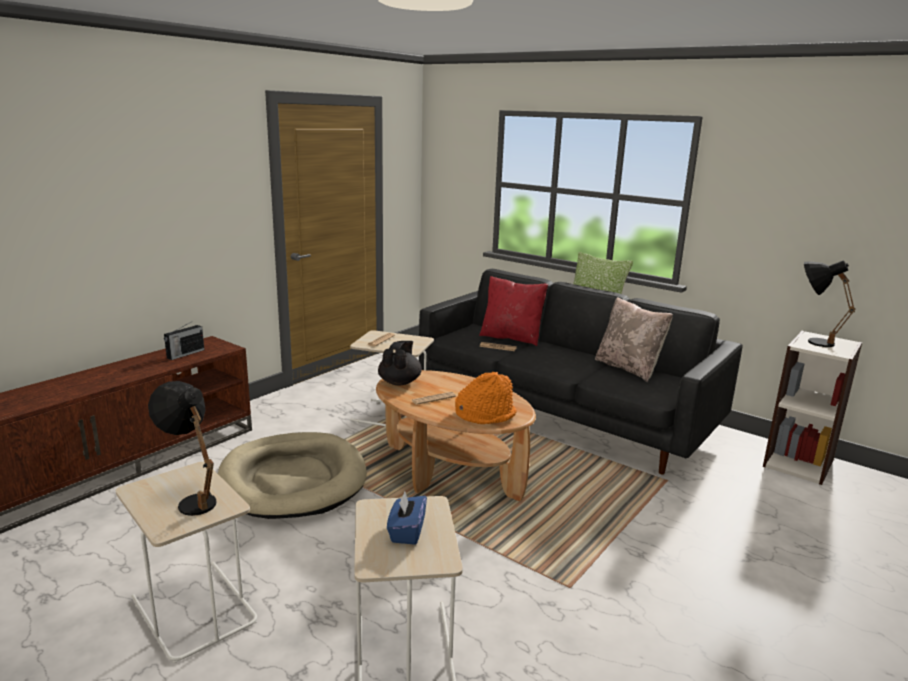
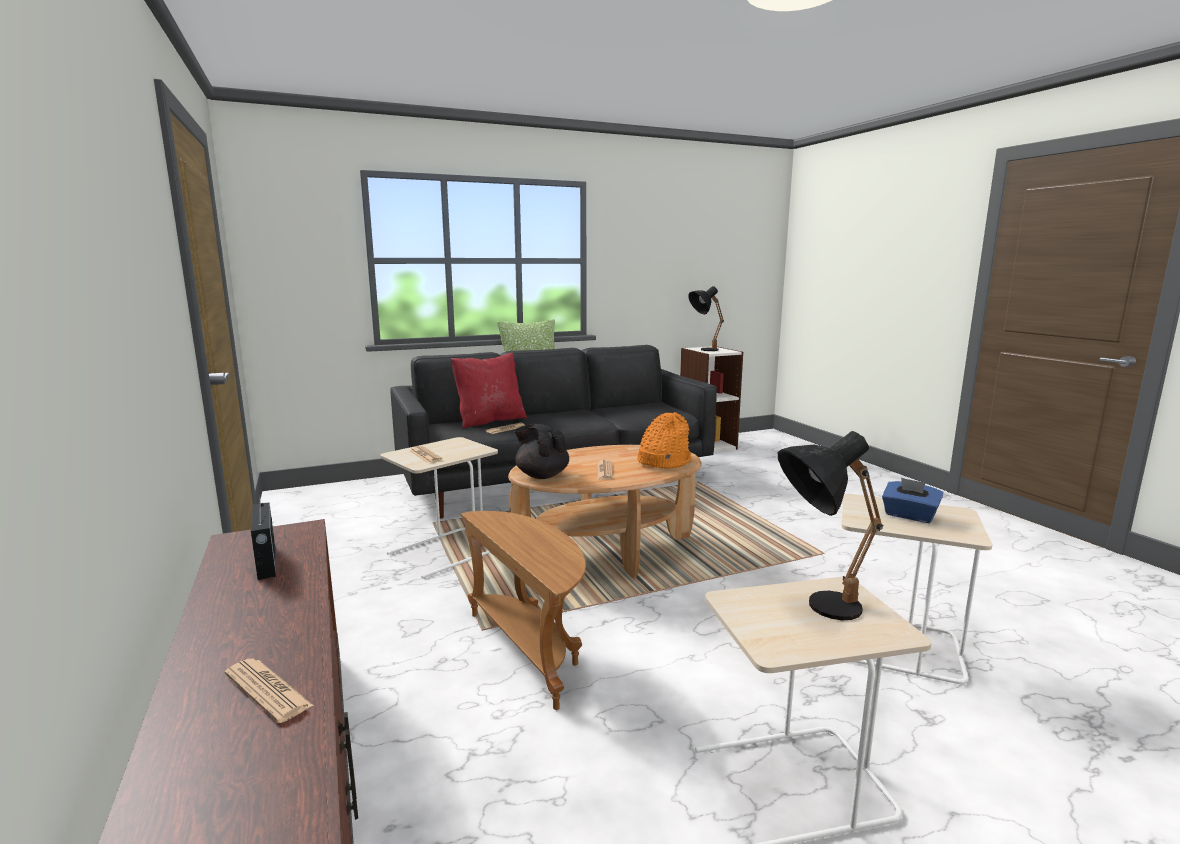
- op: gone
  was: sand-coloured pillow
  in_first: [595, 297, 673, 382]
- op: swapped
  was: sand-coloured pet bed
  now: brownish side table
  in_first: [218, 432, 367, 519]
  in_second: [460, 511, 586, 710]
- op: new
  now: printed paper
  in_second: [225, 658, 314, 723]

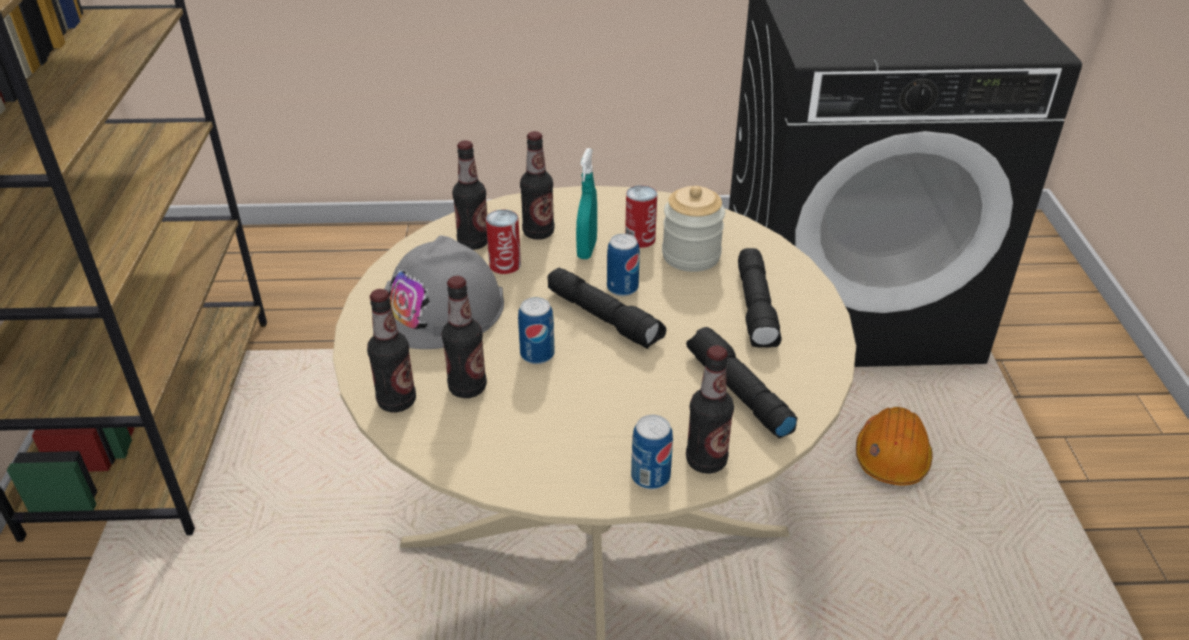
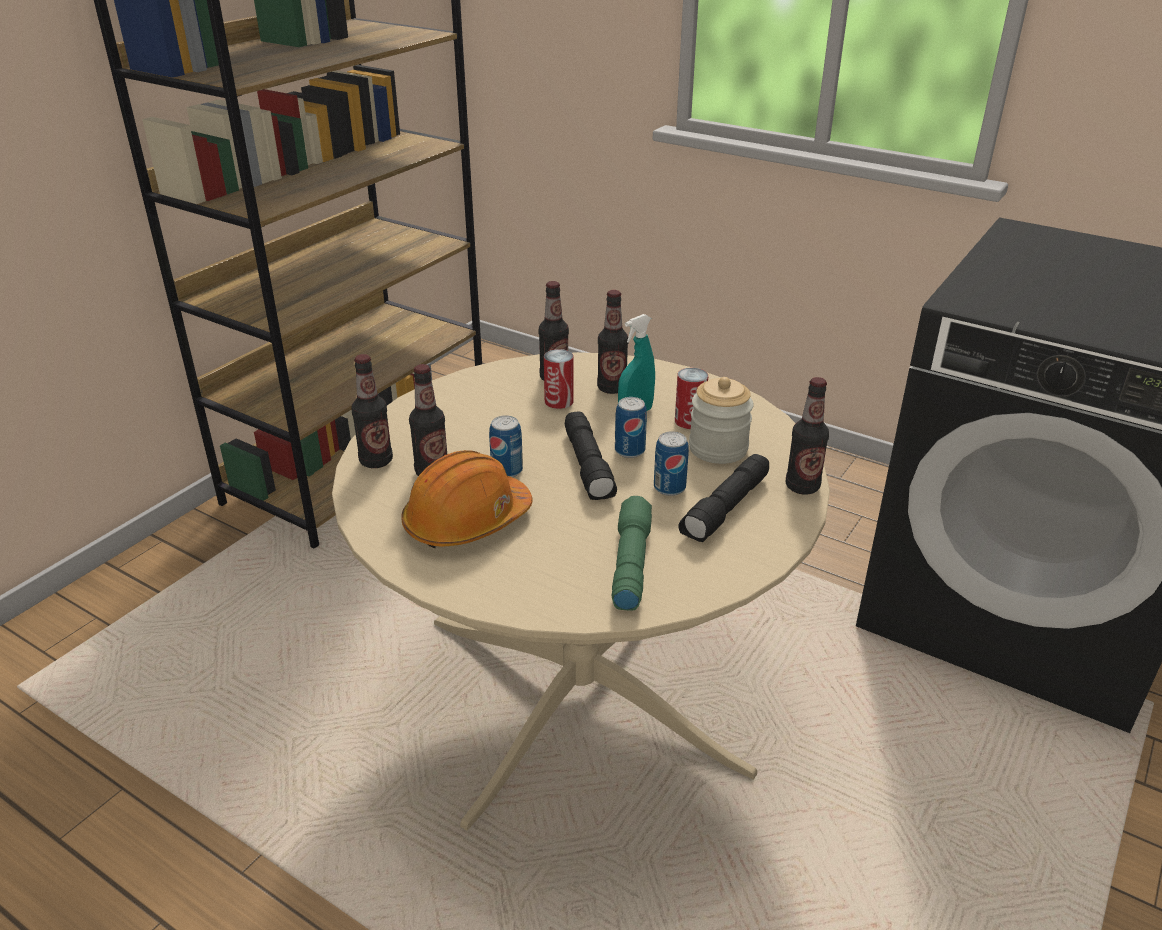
- op: gone
  was: grey work helmet
  in_first: [384, 235, 504, 349]
- op: repainted
  was: black-coloured flashlight
  now: greenish flashlight
  in_first: [686, 327, 798, 438]
  in_second: [612, 496, 652, 611]
- op: shifted
  was: bottle
  in_first: [686, 345, 734, 474]
  in_second: [786, 377, 829, 495]
- op: shifted
  was: orange work helmet
  in_first: [856, 407, 933, 485]
  in_second: [401, 450, 532, 548]
- op: shifted
  was: metal can
  in_first: [631, 415, 673, 489]
  in_second: [654, 431, 689, 496]

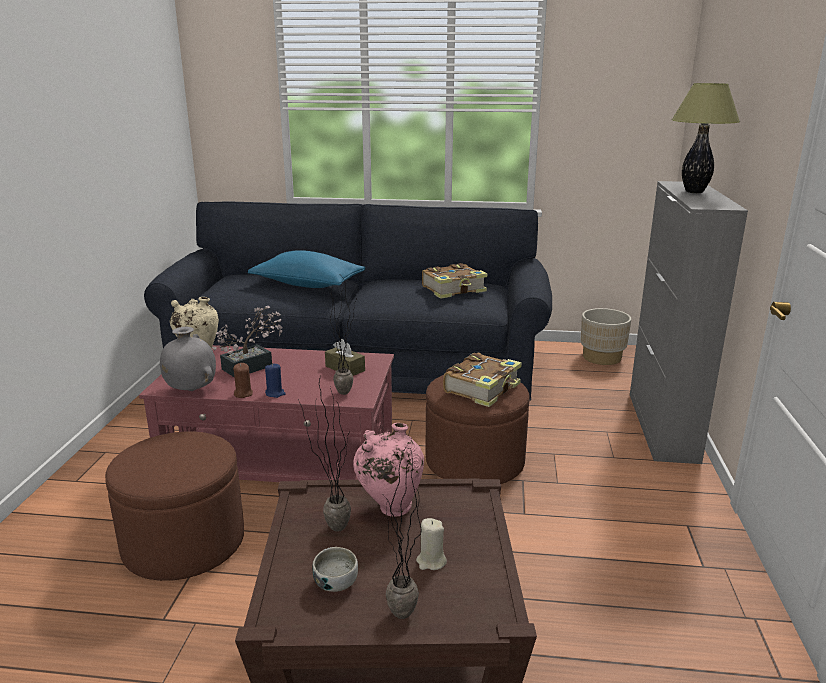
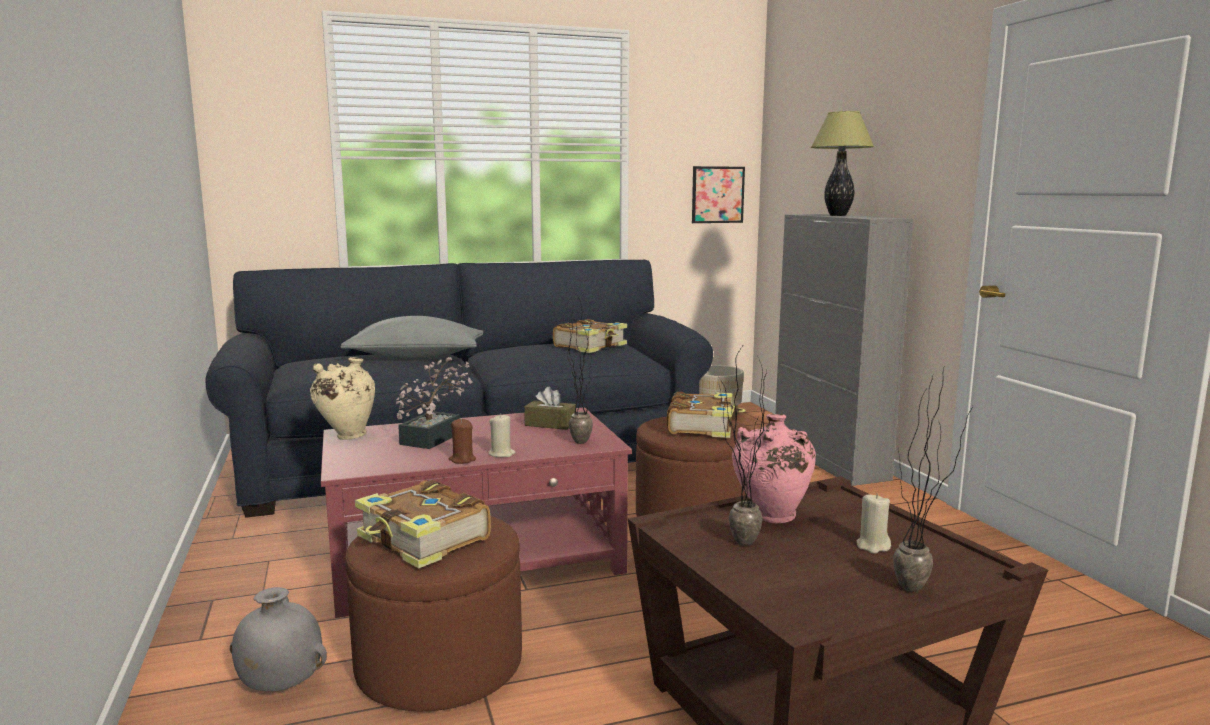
- op: repainted
  was: blue pillow
  now: grey pillow
  in_first: [248, 250, 365, 288]
  in_second: [341, 316, 483, 360]
- op: shifted
  was: grey vase
  in_first: [160, 327, 216, 391]
  in_second: [230, 587, 327, 691]
- op: repainted
  was: blue wax candle
  now: sand-coloured wax candle
  in_first: [265, 363, 286, 398]
  in_second: [488, 413, 516, 457]
- op: gone
  was: deep dish
  in_first: [312, 547, 358, 592]
- op: new
  now: wall art
  in_second: [692, 166, 745, 223]
- op: new
  now: book
  in_second: [355, 480, 491, 569]

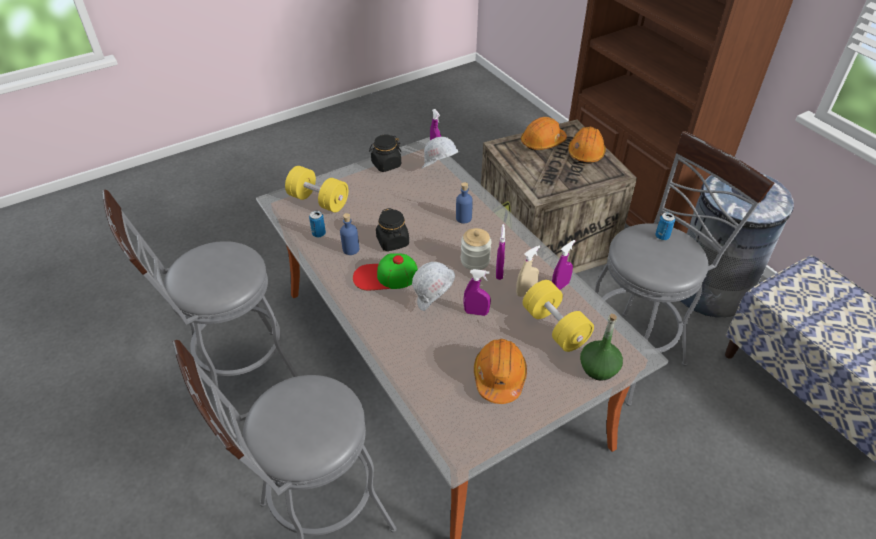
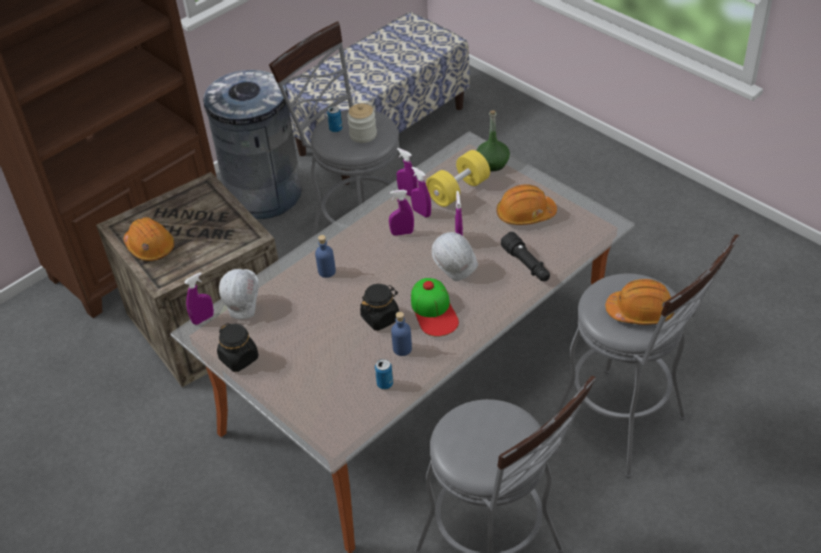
- op: shifted
  was: orange work helmet
  in_first: [568, 127, 606, 164]
  in_second: [605, 279, 674, 325]
- op: gone
  was: yellowish hand weight
  in_first: [285, 166, 348, 213]
- op: shifted
  was: preserve jar
  in_first: [461, 228, 492, 270]
  in_second: [347, 103, 377, 143]
- op: repainted
  was: sand-coloured spray bottle
  now: purple-coloured spray bottle
  in_first: [516, 246, 540, 297]
  in_second: [411, 167, 431, 217]
- op: new
  now: black-coloured flashlight
  in_second: [501, 232, 550, 281]

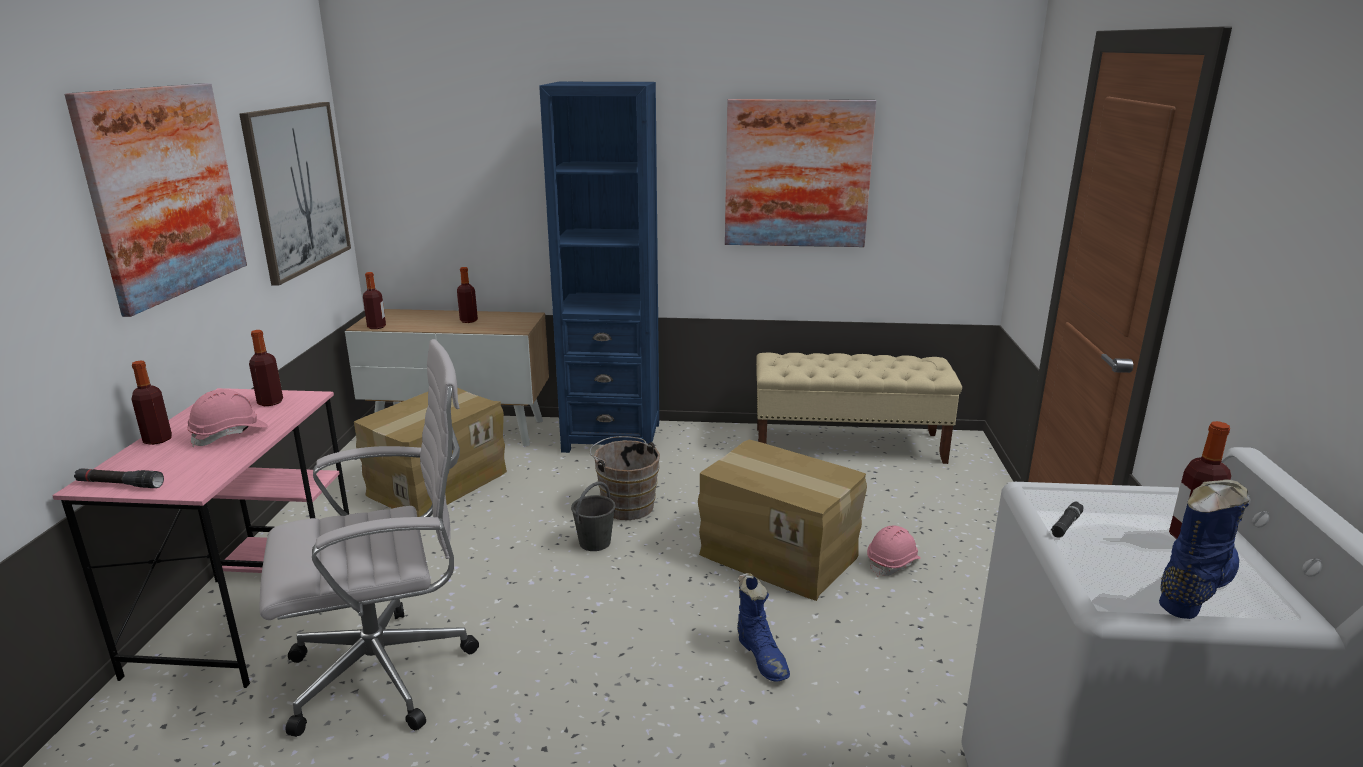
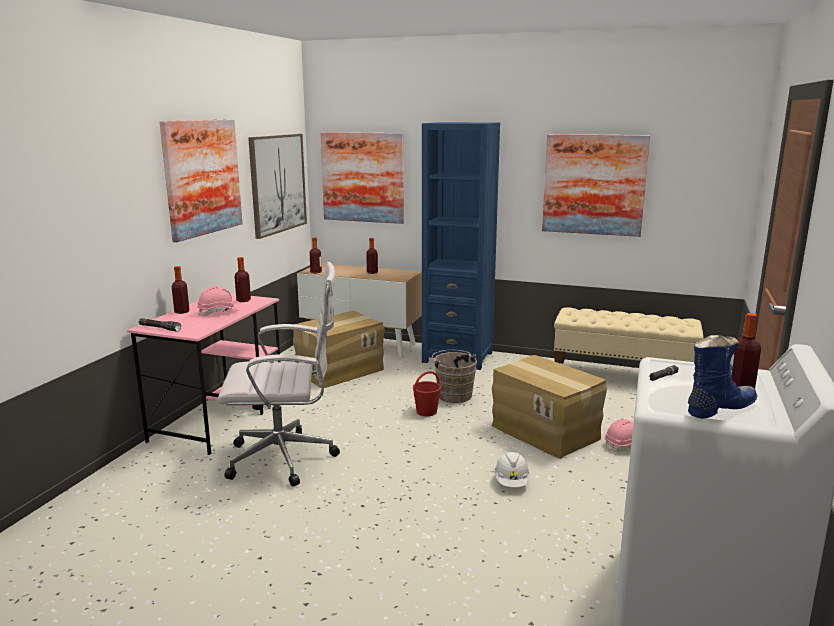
- op: repainted
  was: grey water bucket
  now: red water bucket
  in_first: [571, 482, 616, 551]
  in_second: [413, 371, 441, 416]
- op: swapped
  was: blue tall boot
  now: white work helmet
  in_first: [737, 573, 790, 681]
  in_second: [494, 452, 530, 487]
- op: new
  now: wall art
  in_second: [320, 132, 404, 224]

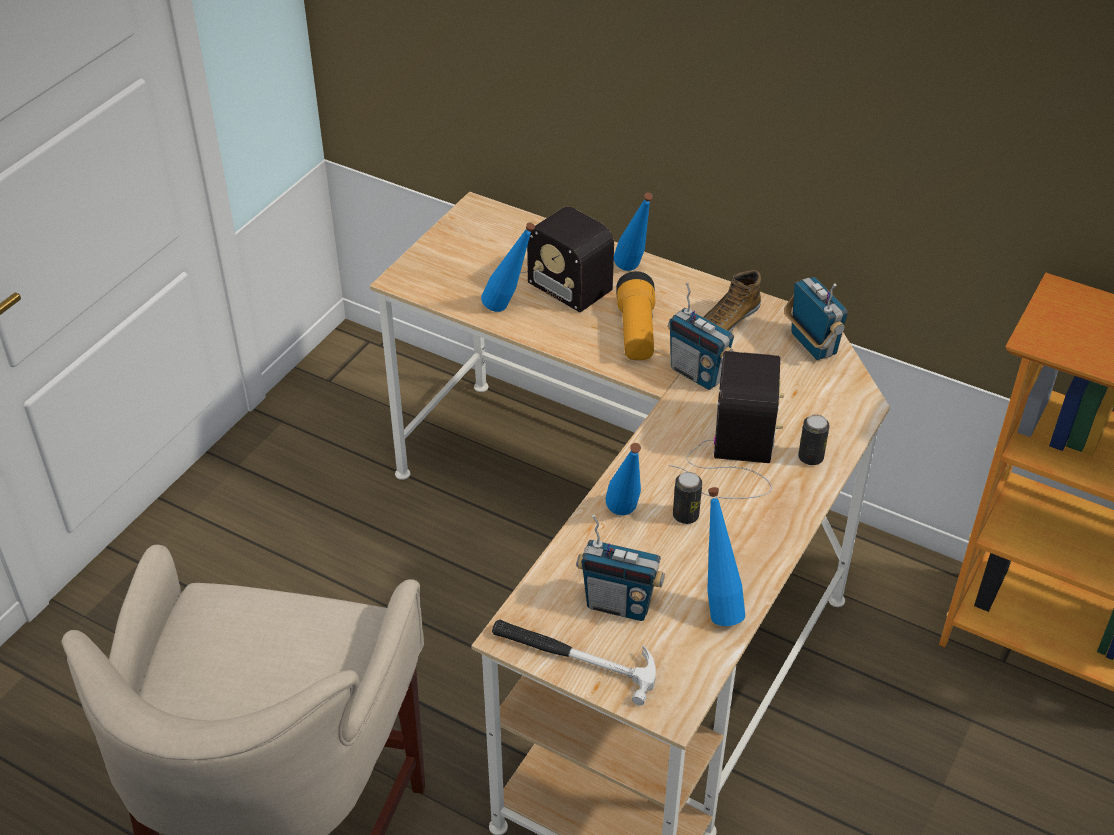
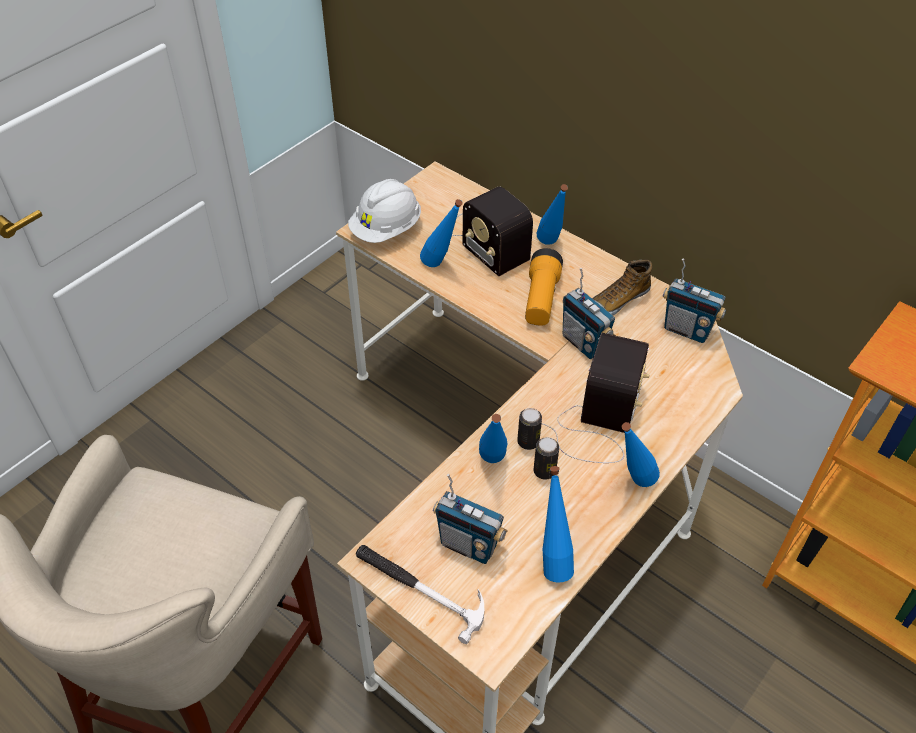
- op: rotated
  was: radio receiver
  in_first: [784, 277, 848, 360]
  in_second: [663, 259, 726, 343]
  clockwise: 135
- op: shifted
  was: metal can
  in_first: [798, 415, 830, 465]
  in_second: [517, 408, 542, 450]
- op: new
  now: white work helmet
  in_second: [348, 179, 421, 243]
- op: new
  now: blue bottle
  in_second: [622, 422, 660, 487]

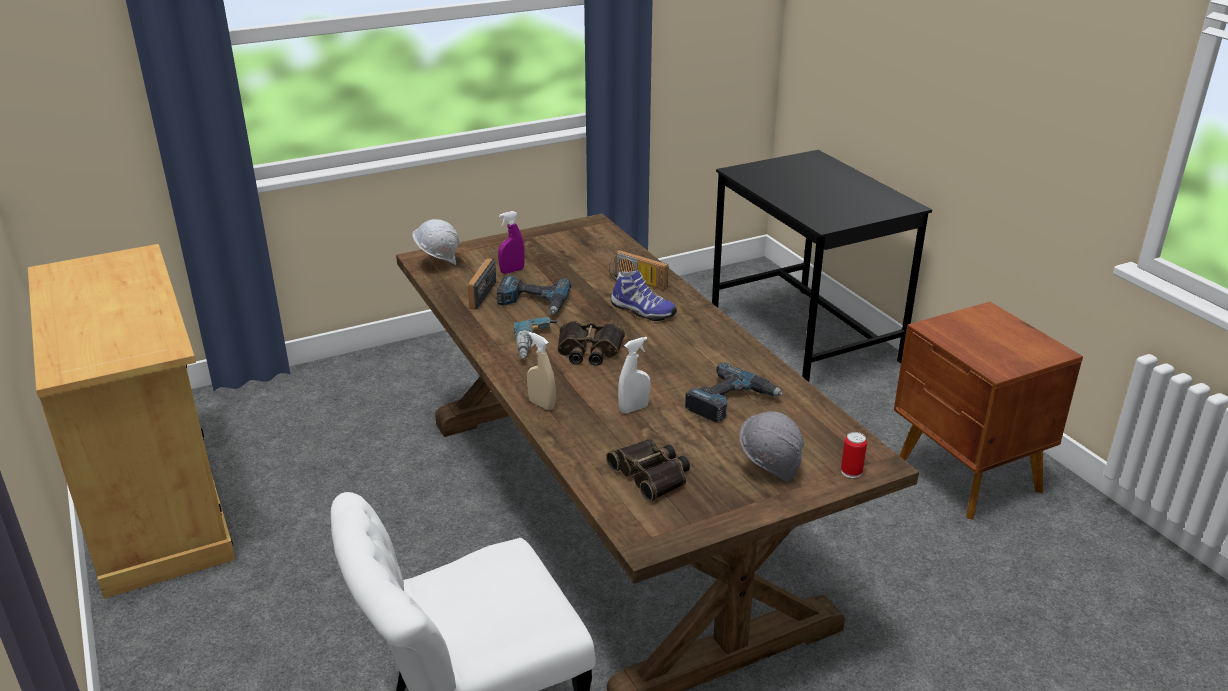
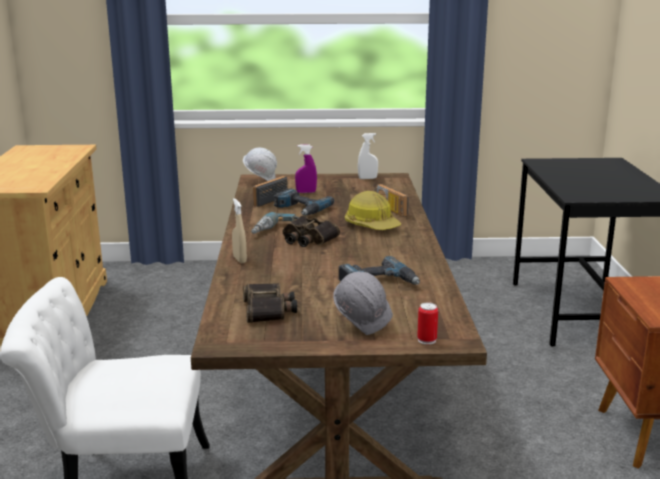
- op: swapped
  was: low shoe
  now: work helmet
  in_first: [611, 270, 677, 321]
  in_second: [345, 191, 401, 230]
- op: shifted
  was: white spray bottle
  in_first: [618, 337, 650, 413]
  in_second: [358, 133, 378, 179]

